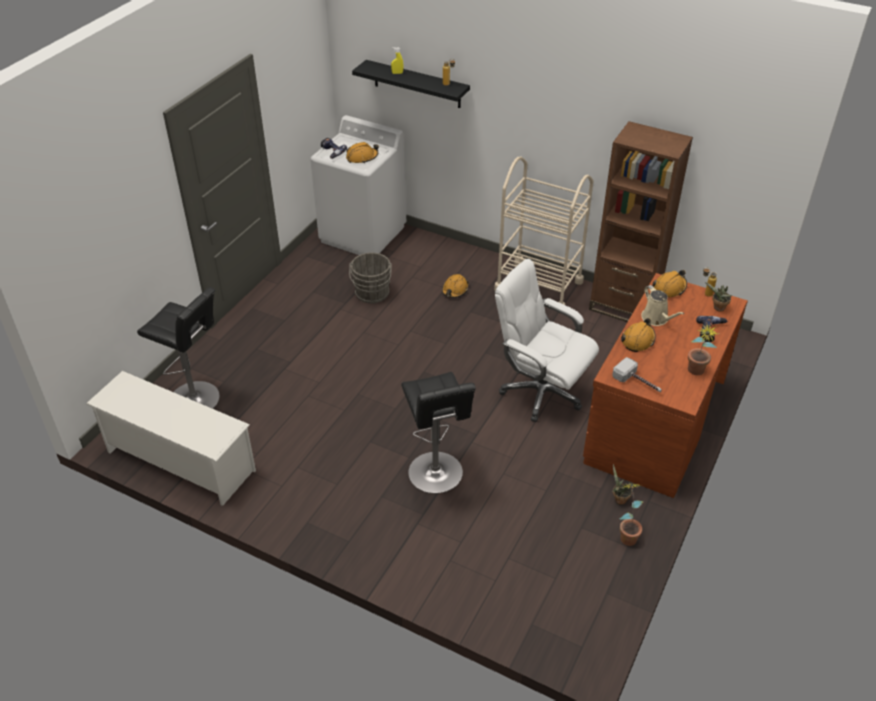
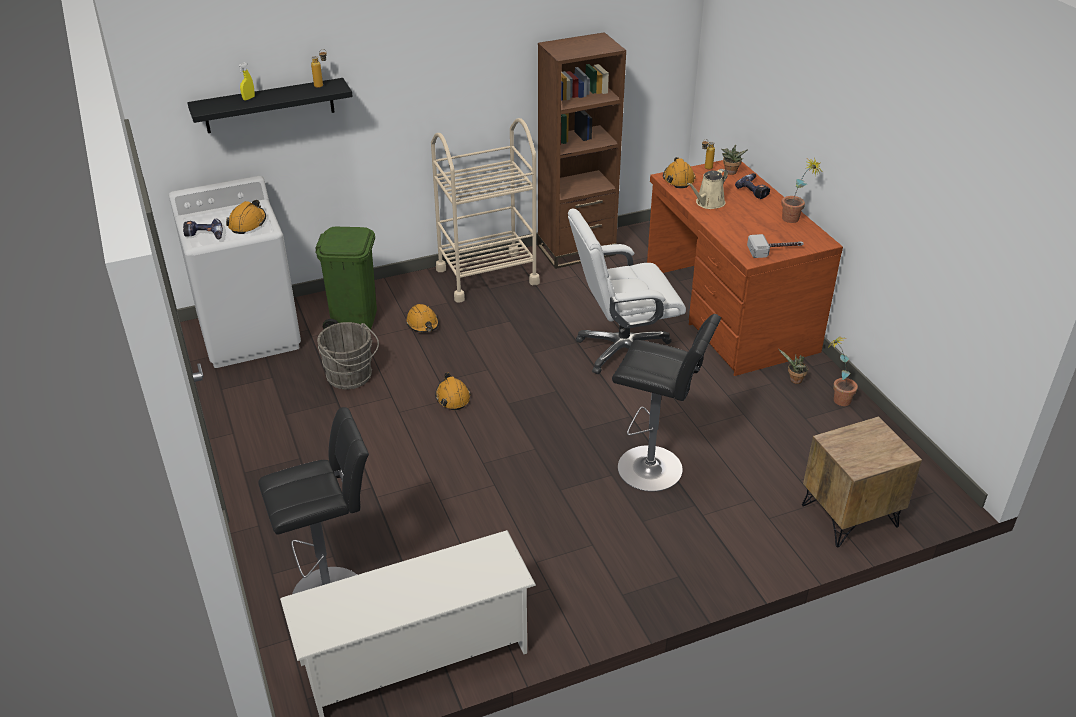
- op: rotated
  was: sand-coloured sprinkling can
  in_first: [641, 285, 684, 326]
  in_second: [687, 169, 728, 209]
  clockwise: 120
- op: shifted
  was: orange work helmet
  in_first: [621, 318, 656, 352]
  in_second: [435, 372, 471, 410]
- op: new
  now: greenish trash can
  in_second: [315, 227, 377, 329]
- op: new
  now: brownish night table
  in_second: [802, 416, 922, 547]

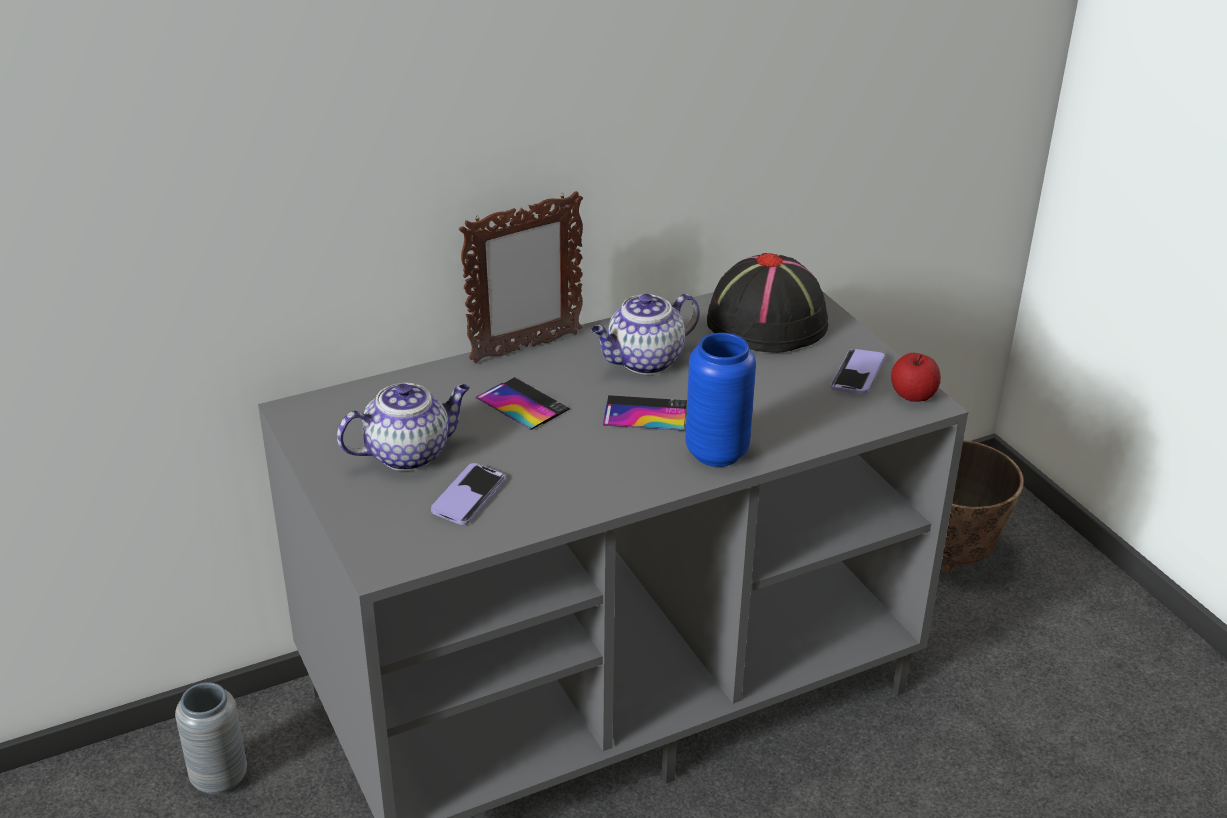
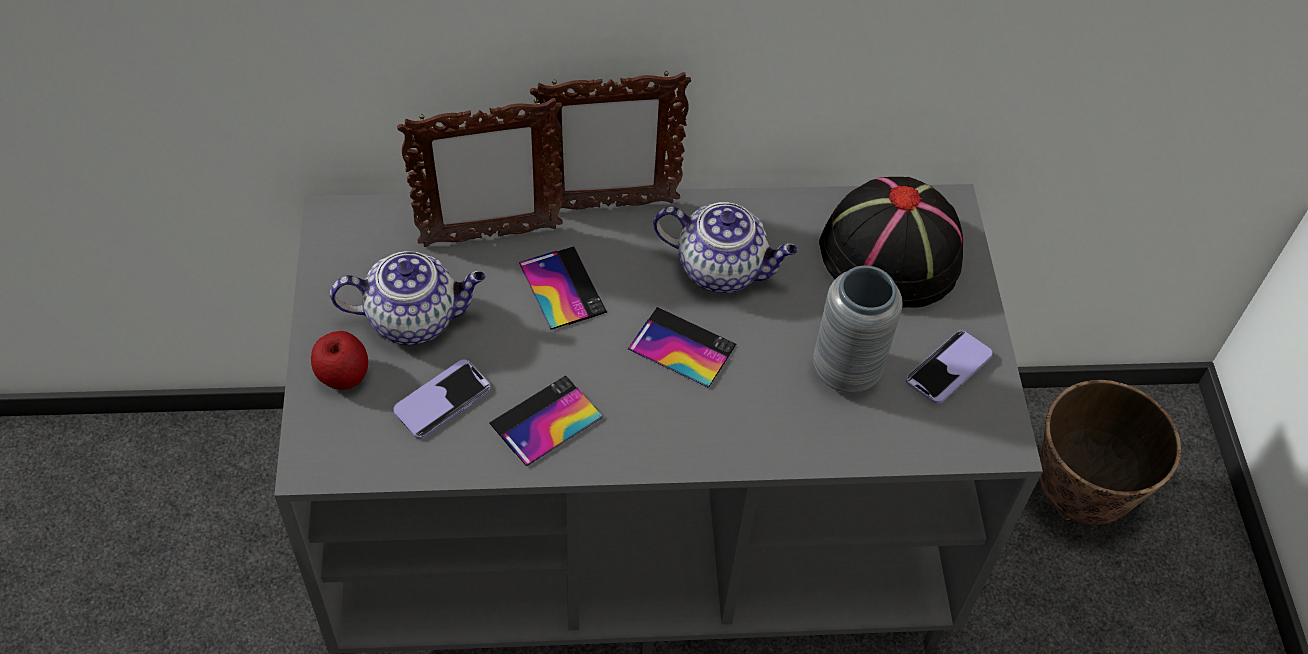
- op: rotated
  was: tea pot
  in_first: [591, 293, 700, 375]
  in_second: [653, 202, 798, 293]
  clockwise: -150
- op: gone
  was: blue vase
  in_first: [685, 333, 756, 467]
- op: shifted
  was: apple fruit
  in_first: [891, 353, 941, 402]
  in_second: [311, 331, 368, 390]
- op: shifted
  was: grey vase
  in_first: [175, 682, 247, 795]
  in_second: [813, 265, 903, 393]
- op: new
  now: standing frame
  in_second: [397, 98, 563, 247]
- op: new
  now: handset
  in_second: [489, 375, 603, 467]

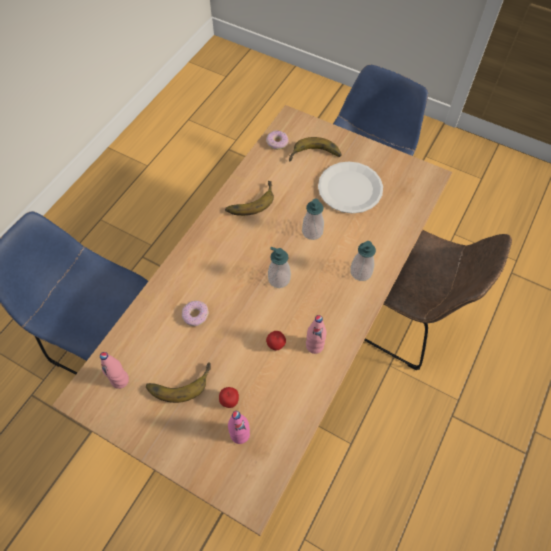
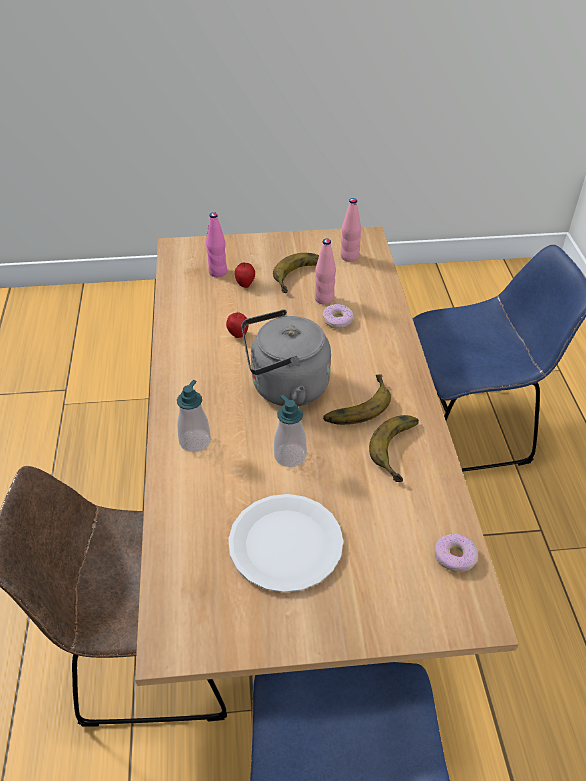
- op: shifted
  was: whole banana
  in_first: [289, 137, 342, 161]
  in_second: [323, 374, 391, 425]
- op: swapped
  was: soap dispenser
  now: grey water kettle
  in_first: [268, 247, 291, 288]
  in_second: [241, 309, 331, 406]
- op: shifted
  was: pink bottle
  in_first: [306, 315, 327, 354]
  in_second: [315, 239, 336, 305]

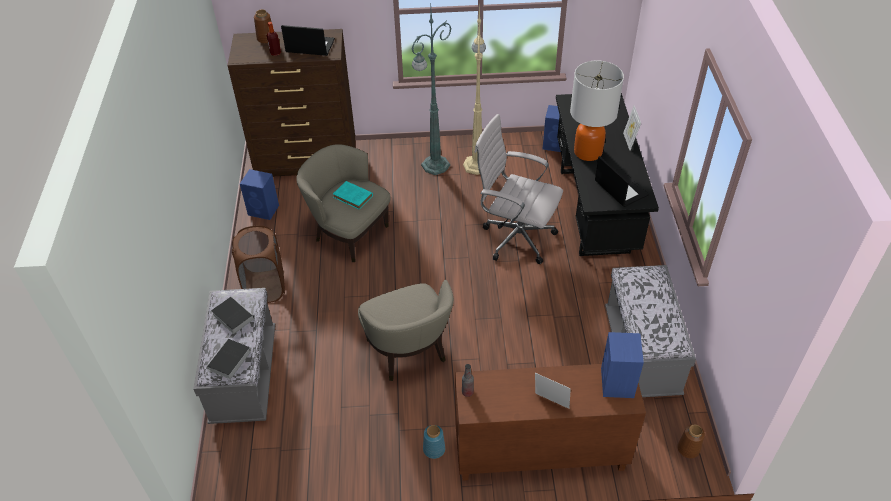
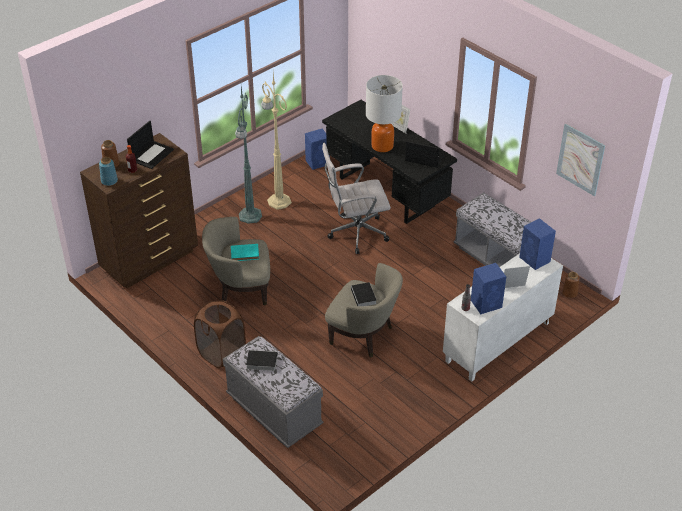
- op: rotated
  was: laptop
  in_first: [281, 25, 335, 56]
  in_second: [127, 121, 174, 169]
  clockwise: 150
- op: shifted
  was: blue speaker
  in_first: [240, 169, 279, 220]
  in_second: [471, 263, 506, 314]
- op: shifted
  was: book
  in_first: [205, 339, 251, 379]
  in_second: [351, 282, 377, 306]
- op: repainted
  was: brownish cupboard
  now: white cupboard
  in_first: [455, 364, 646, 481]
  in_second: [443, 253, 563, 382]
- op: shifted
  was: blue vase
  in_first: [423, 425, 445, 459]
  in_second: [99, 157, 118, 186]
- op: new
  now: wall art
  in_second: [556, 123, 605, 196]

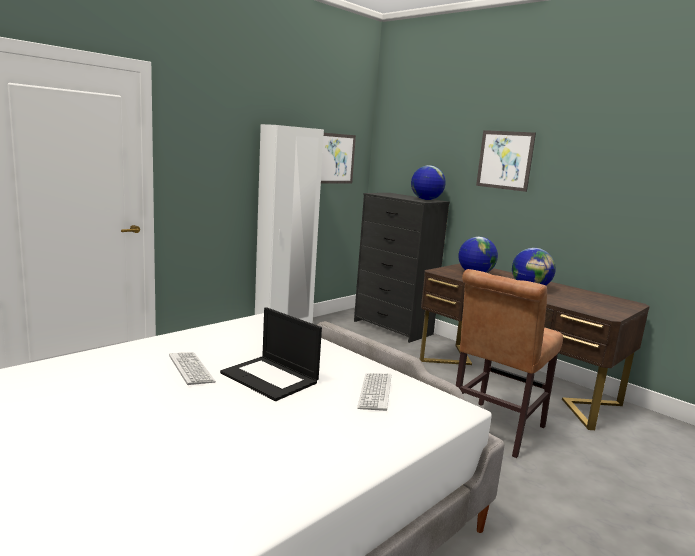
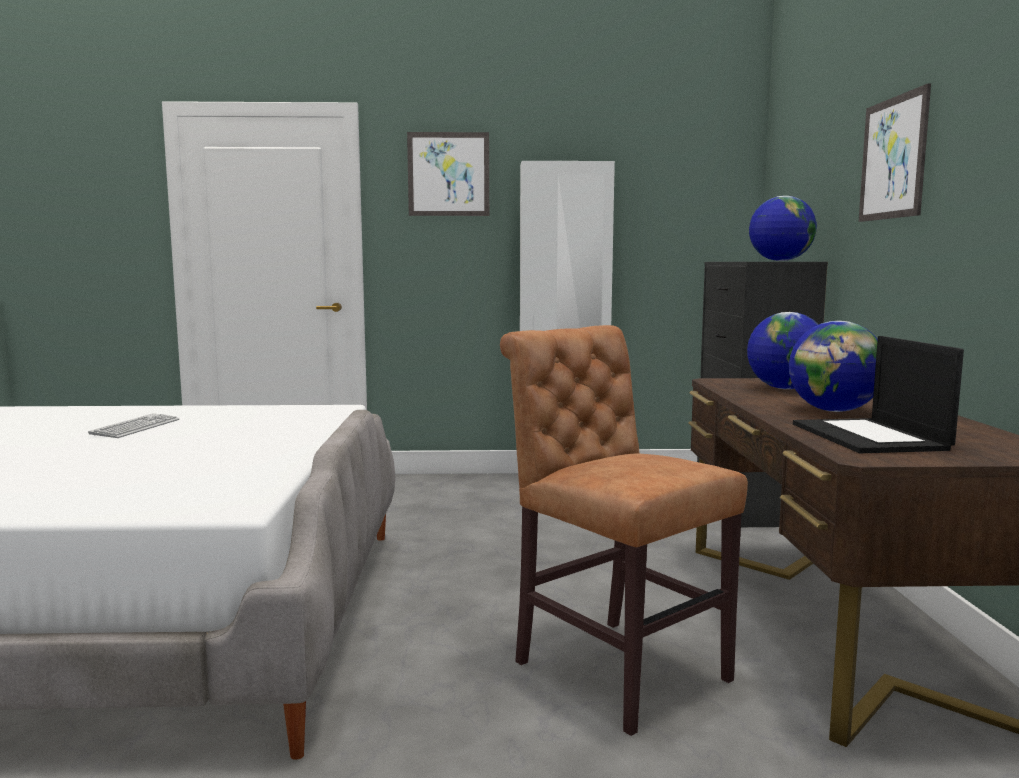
- op: shifted
  was: wall art
  in_first: [321, 133, 356, 184]
  in_second: [407, 132, 489, 216]
- op: rotated
  was: brownish plain chair
  in_first: [456, 269, 563, 458]
  in_second: [500, 325, 748, 736]
  clockwise: 60
- op: shifted
  was: laptop
  in_first: [220, 307, 322, 401]
  in_second: [793, 336, 964, 453]
- op: gone
  was: keyboard
  in_first: [357, 373, 391, 411]

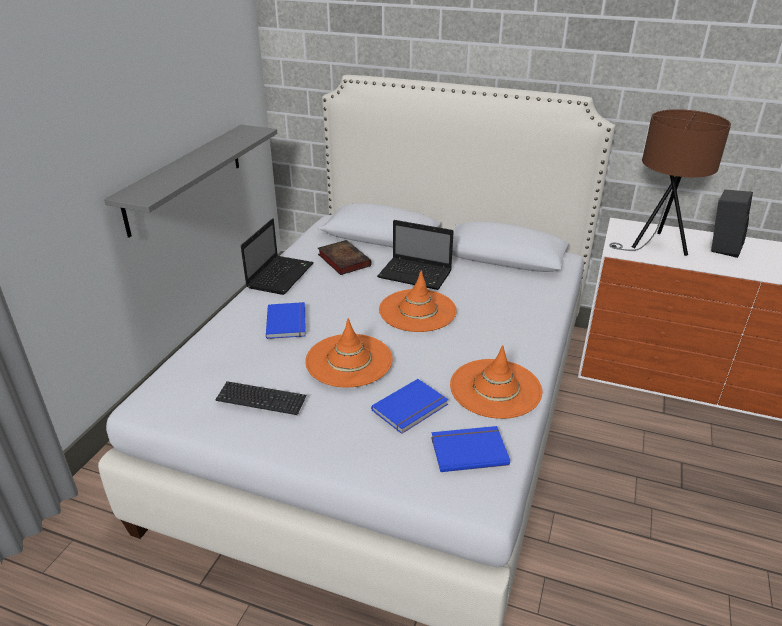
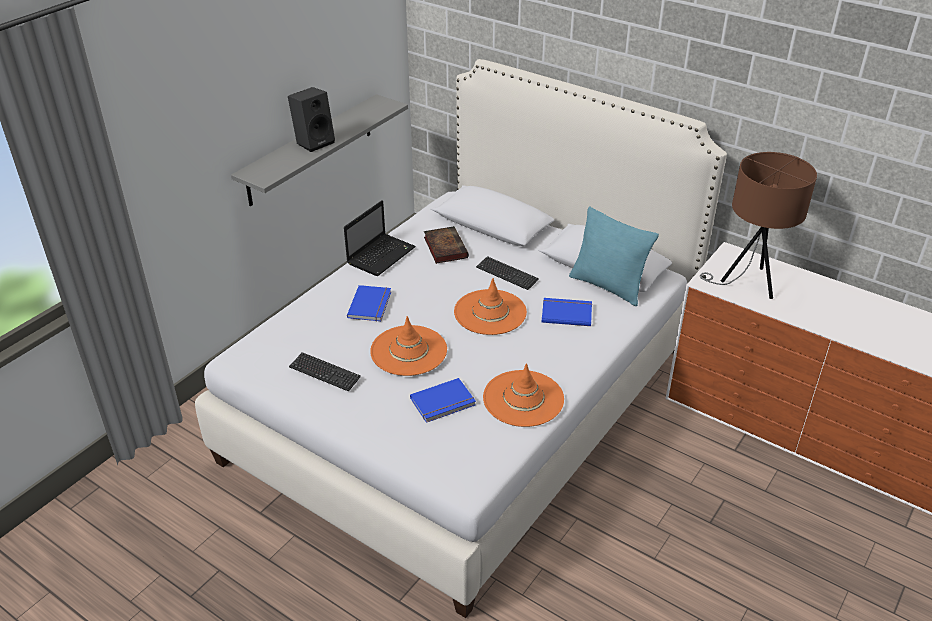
- op: shifted
  was: black-coloured speaker
  in_first: [711, 190, 753, 258]
  in_second: [288, 87, 335, 152]
- op: swapped
  was: laptop
  now: keyboard
  in_first: [377, 220, 454, 290]
  in_second: [476, 256, 539, 290]
- op: shifted
  was: blue book
  in_first: [431, 426, 510, 472]
  in_second: [541, 298, 592, 326]
- op: new
  now: turquoise pillow
  in_second: [569, 207, 659, 306]

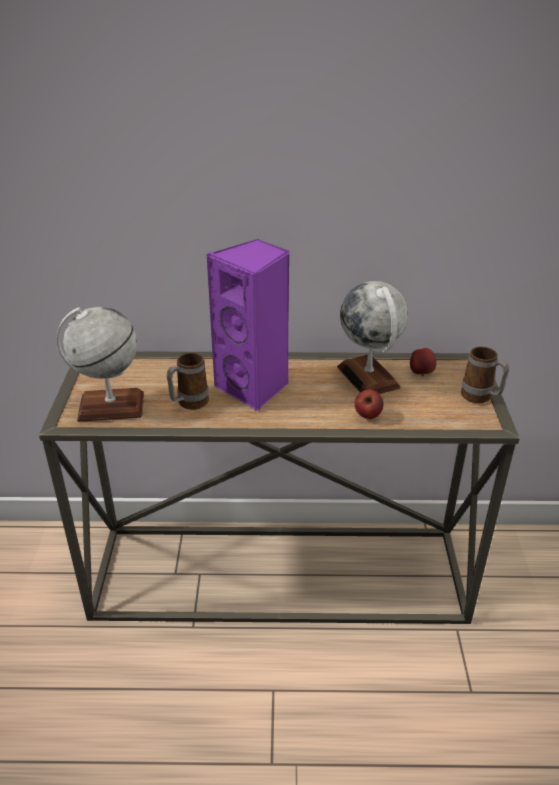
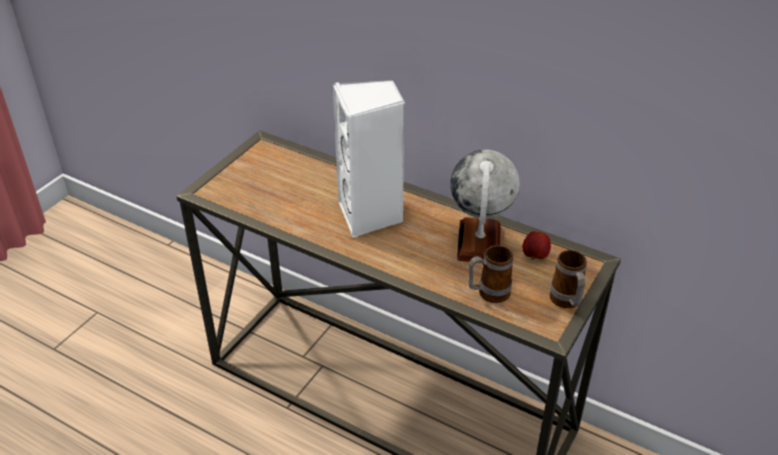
- op: repainted
  was: purple-coloured speaker
  now: white speaker
  in_first: [206, 239, 289, 411]
  in_second: [333, 80, 405, 238]
- op: gone
  was: globe
  in_first: [56, 307, 144, 422]
- op: shifted
  was: mug
  in_first: [167, 353, 209, 410]
  in_second: [469, 245, 513, 303]
- op: gone
  was: apple fruit
  in_first: [355, 389, 383, 419]

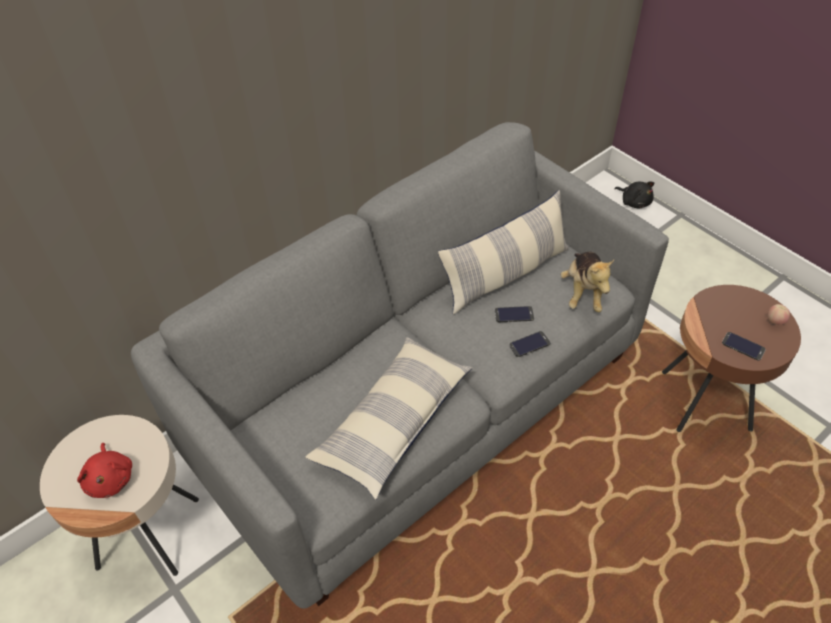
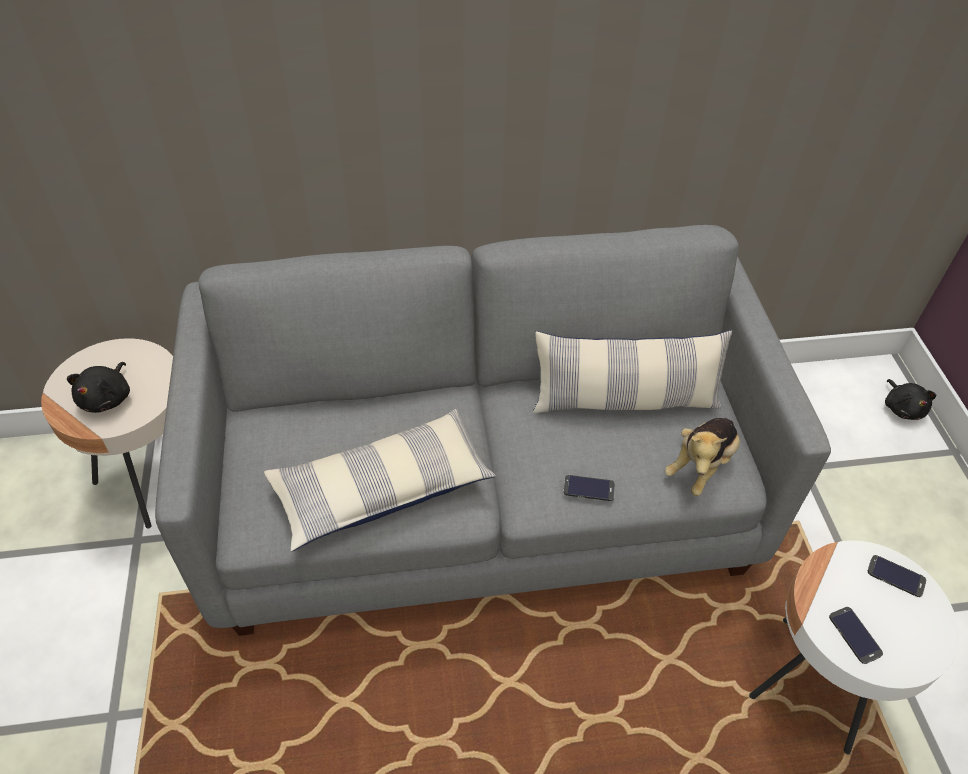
- op: repainted
  was: brownish side table
  now: white side table
  in_first: [662, 285, 801, 432]
  in_second: [749, 540, 959, 754]
- op: gone
  was: apple fruit
  in_first: [767, 304, 790, 325]
- op: shifted
  was: handset
  in_first: [495, 306, 535, 322]
  in_second: [868, 555, 926, 597]
- op: repainted
  was: red soft toy
  now: black-coloured soft toy
  in_first: [77, 443, 132, 498]
  in_second: [67, 362, 130, 413]

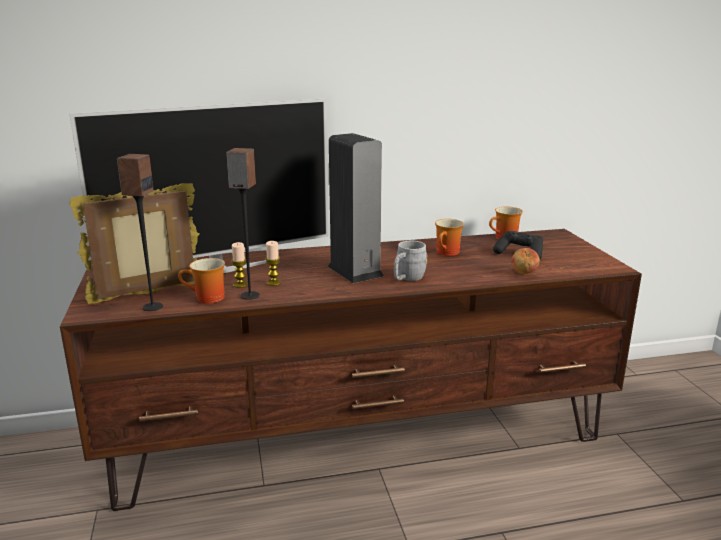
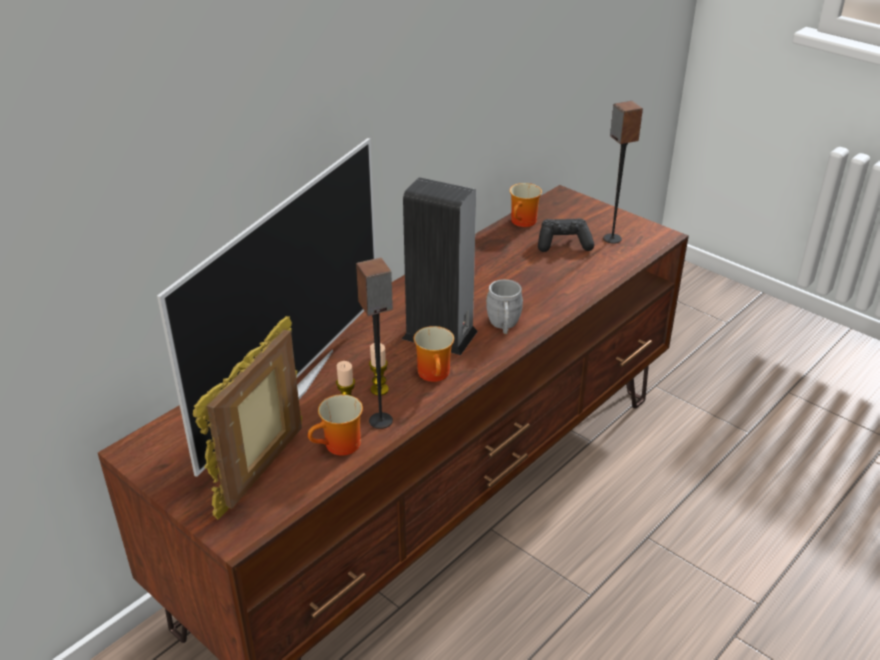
- op: shifted
  was: speaker
  in_first: [117, 154, 163, 311]
  in_second: [603, 101, 643, 244]
- op: shifted
  was: mug
  in_first: [435, 219, 464, 256]
  in_second: [414, 326, 454, 382]
- op: gone
  was: apple fruit
  in_first: [511, 248, 540, 274]

